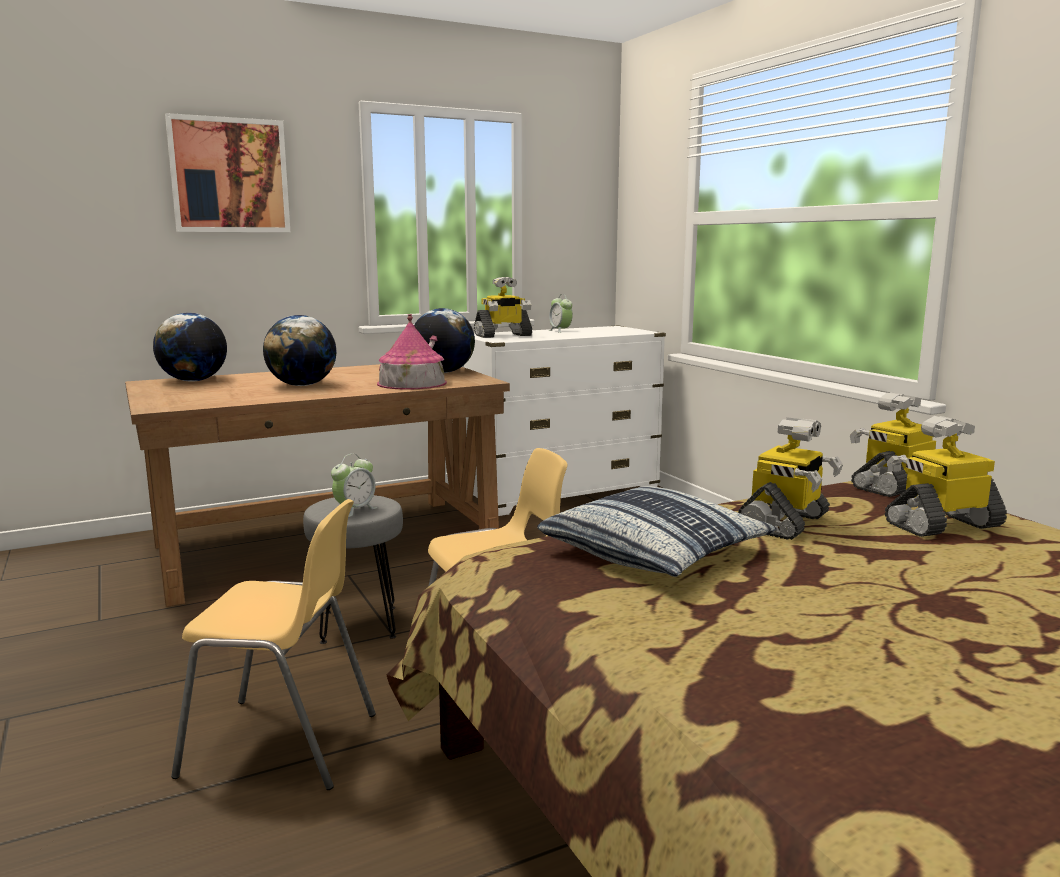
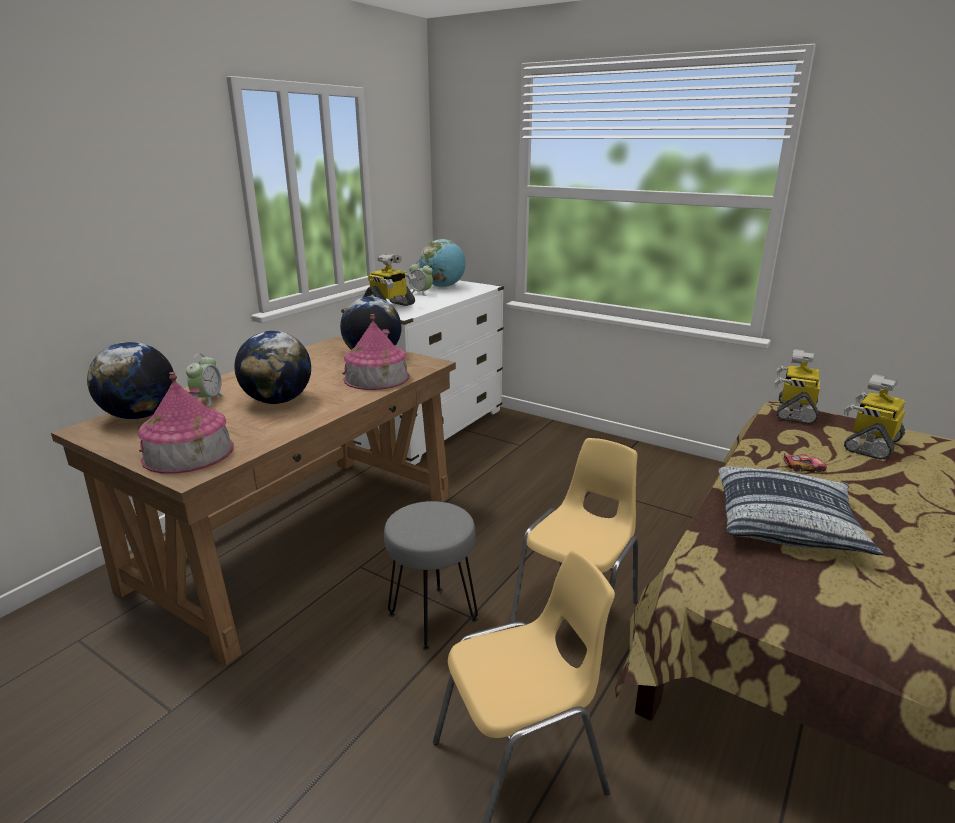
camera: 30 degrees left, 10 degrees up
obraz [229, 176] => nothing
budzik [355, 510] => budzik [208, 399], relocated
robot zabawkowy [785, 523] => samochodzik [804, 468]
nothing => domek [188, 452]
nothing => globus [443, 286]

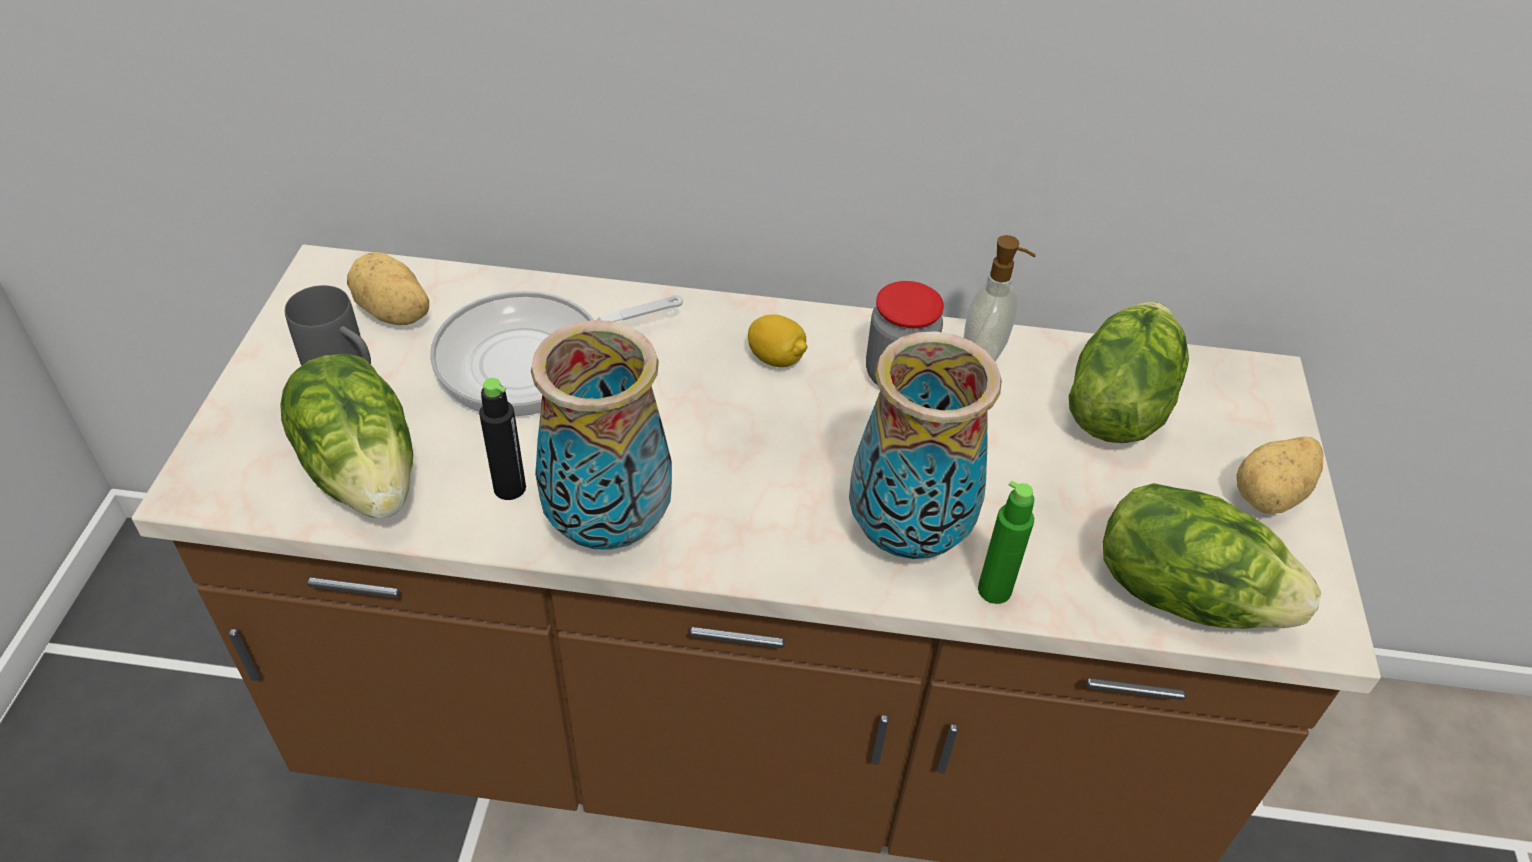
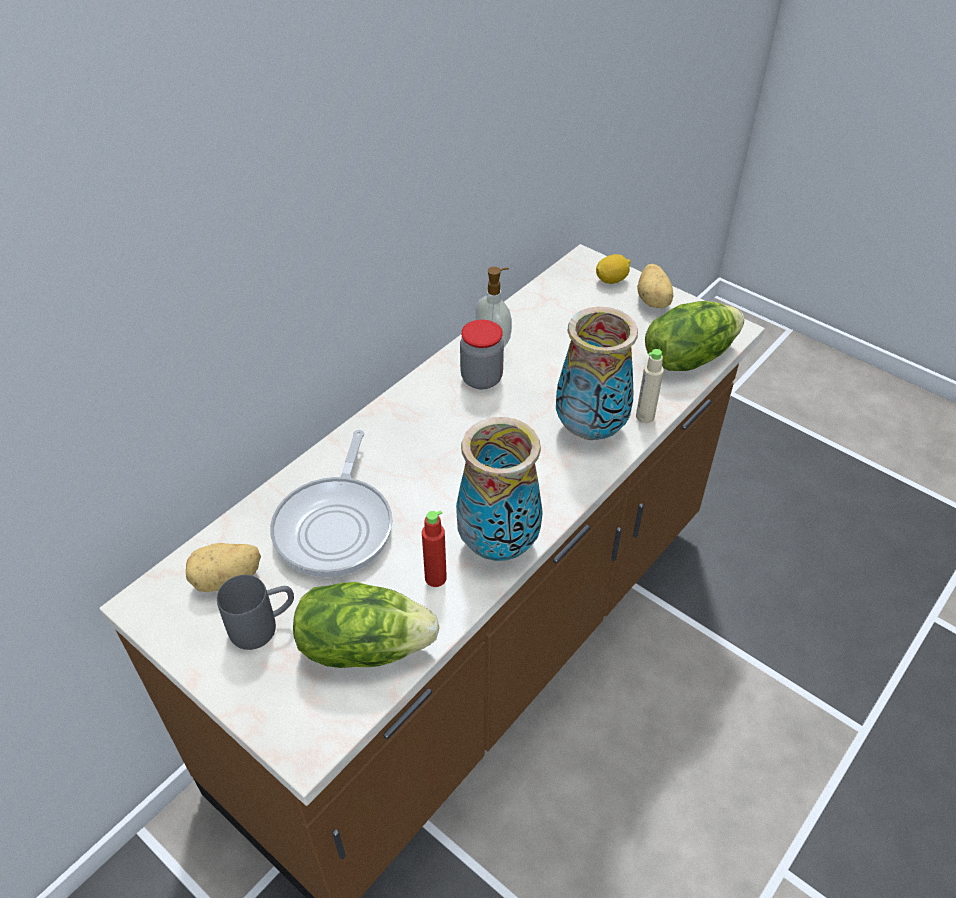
camera: 55 degrees left, 0 degrees up
butelka (czarny) [509, 488] => butelka (czerwony) [435, 578]
cytryna [776, 358] => cytryna [611, 280], relocated
butelka (zielony) [994, 590] => butelka (beżowy) [645, 416]
sałata [1115, 406] => nothing

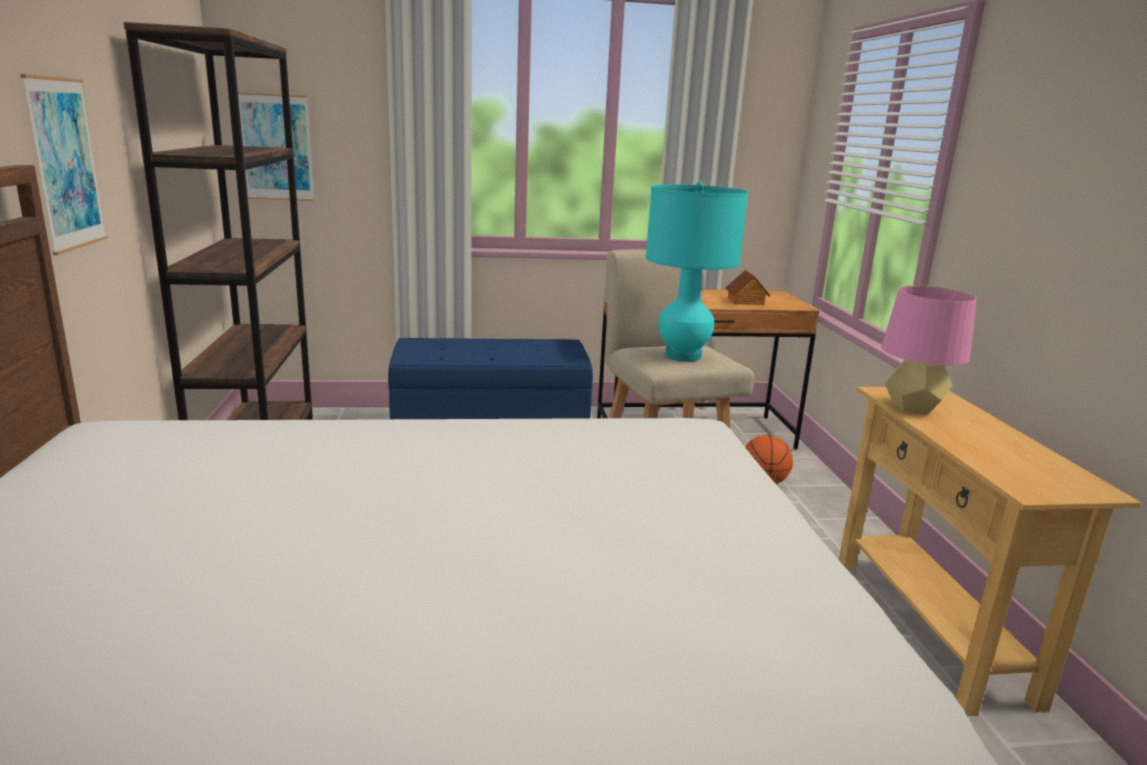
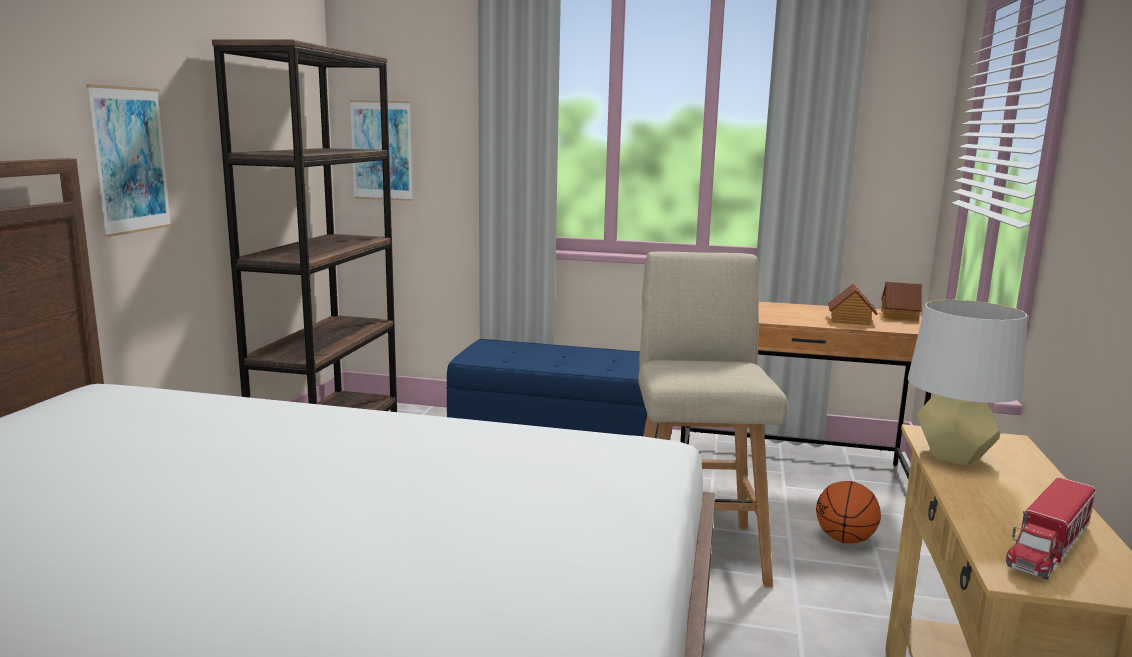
camera: 20 degrees right, 5 degrees down
lampa stołowa (turkusowy) [683, 355] => nothing
lampa stołowa (różowy) [913, 407] => lampa stołowa (szary) [953, 455]
nothing => domek [898, 315]
nothing => ciężarówka zabawkowa [1048, 547]

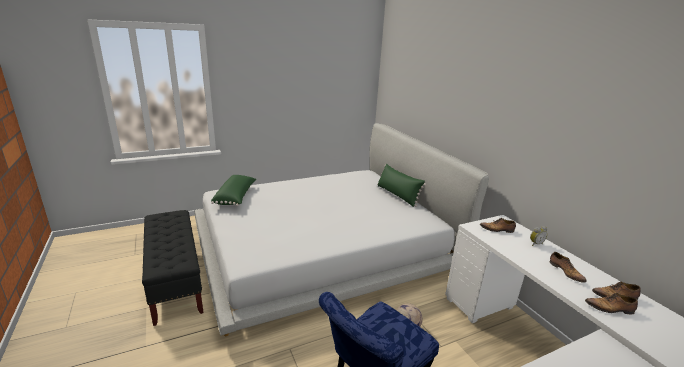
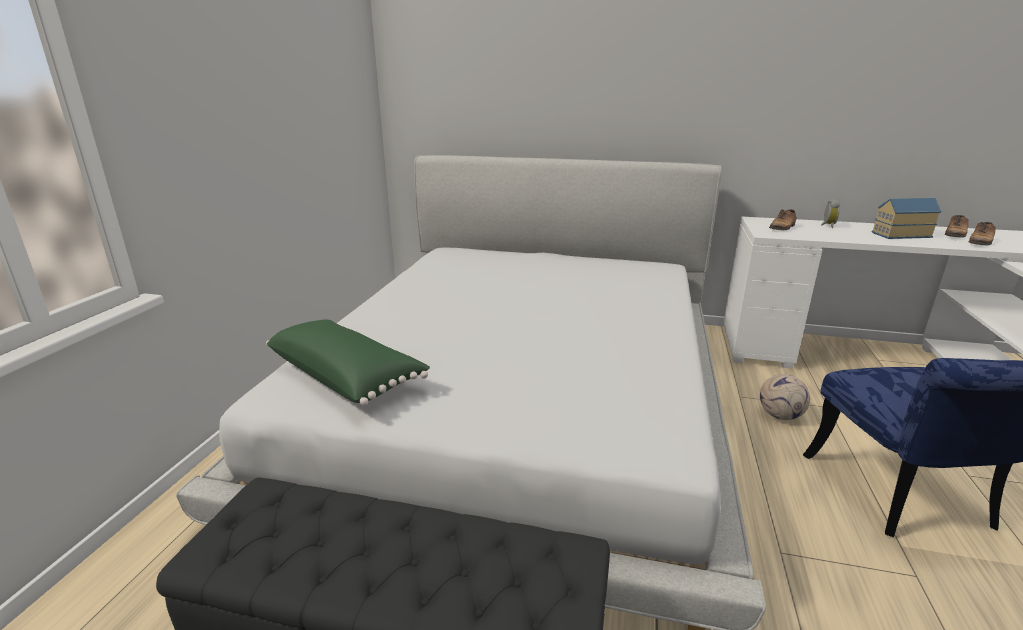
camera: 50 degrees left, 0 degrees up
poduszka (zielony) [397, 195] => nothing
but [565, 272] => domek [899, 234]

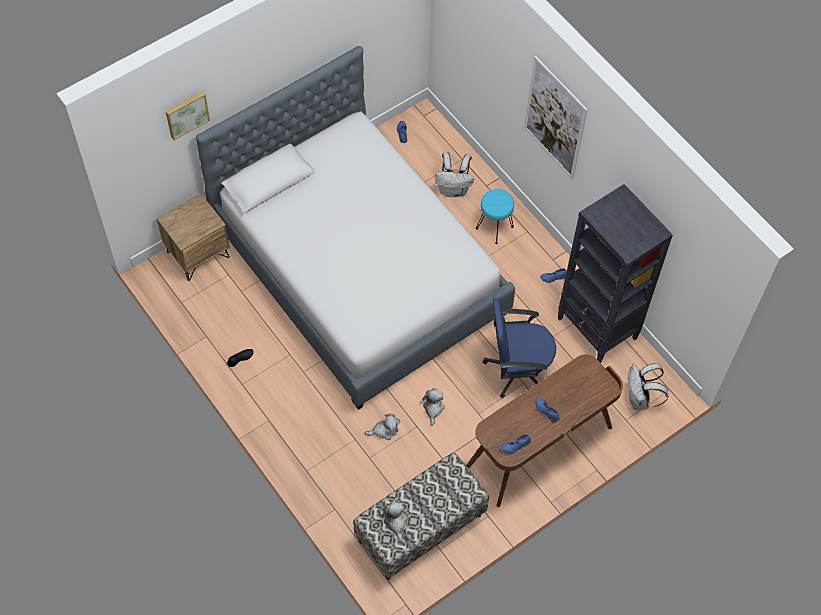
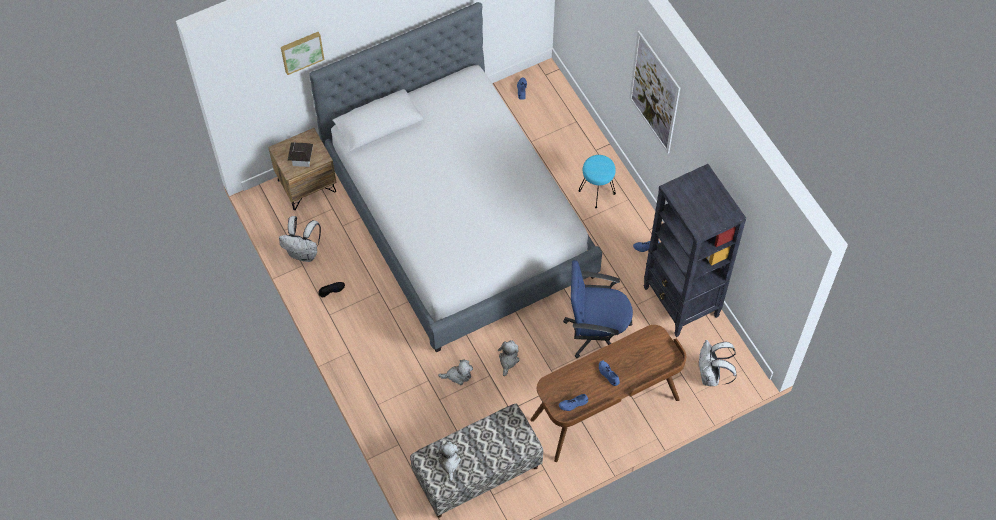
camera: 10 degrees right, 0 degrees up
plecak (biały) [453, 190] => plecak (biały) [304, 253], relocated
nothing => domek [301, 159]

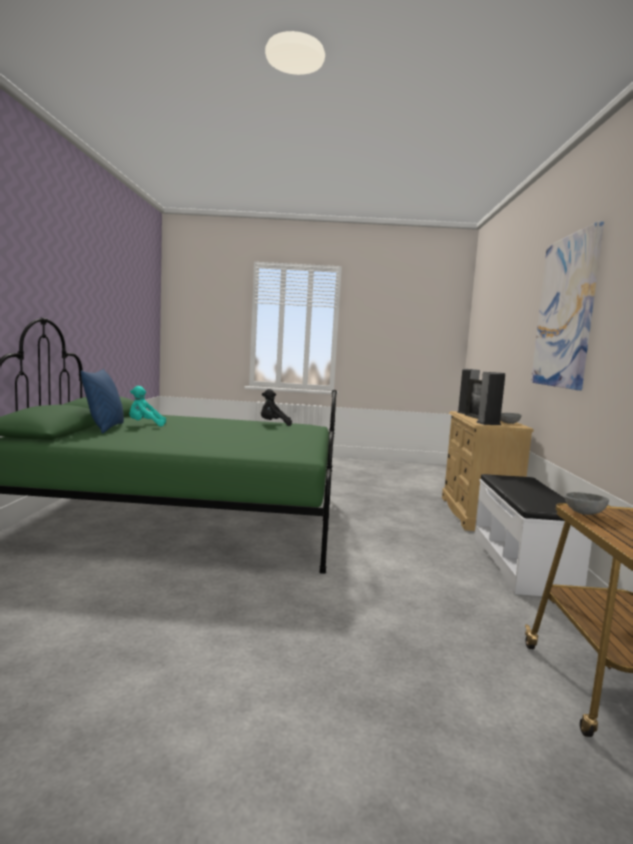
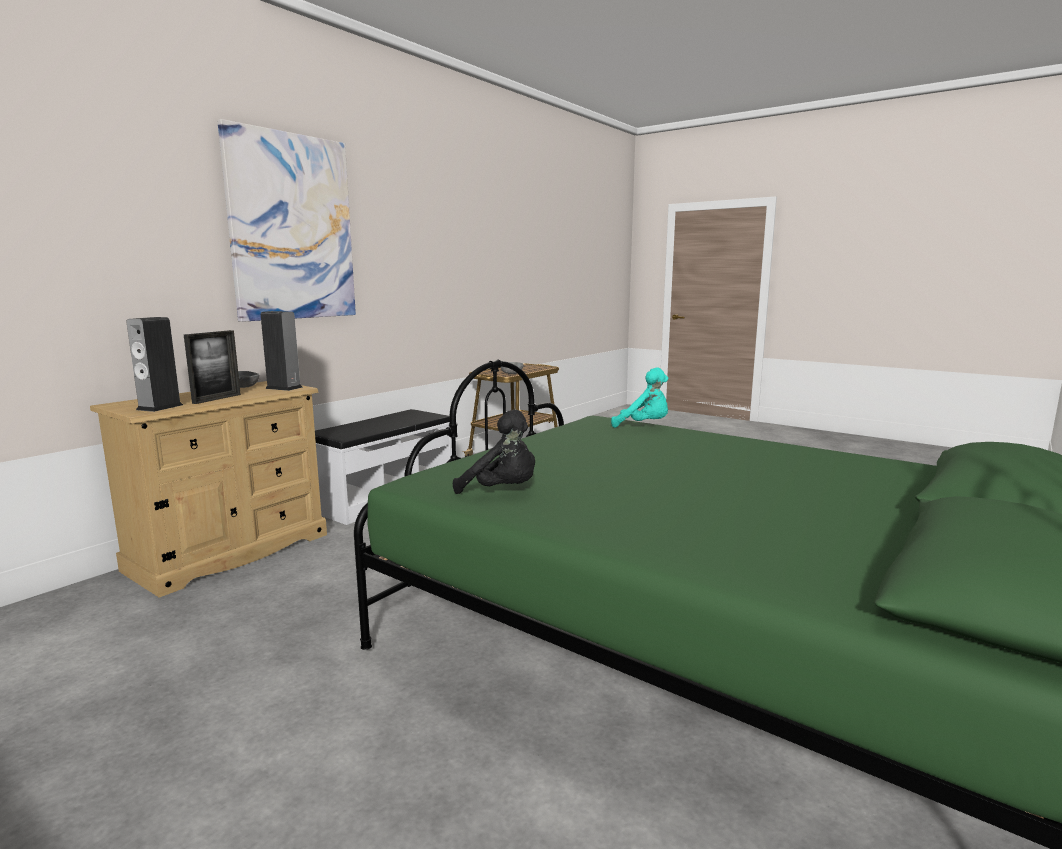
camera: 145 degrees left, 5 degrees up
poduszka (niebieski) [105, 428] => nothing
pluszak (turkusowy) [145, 425] => pluszak (turkusowy) [644, 426], relocated

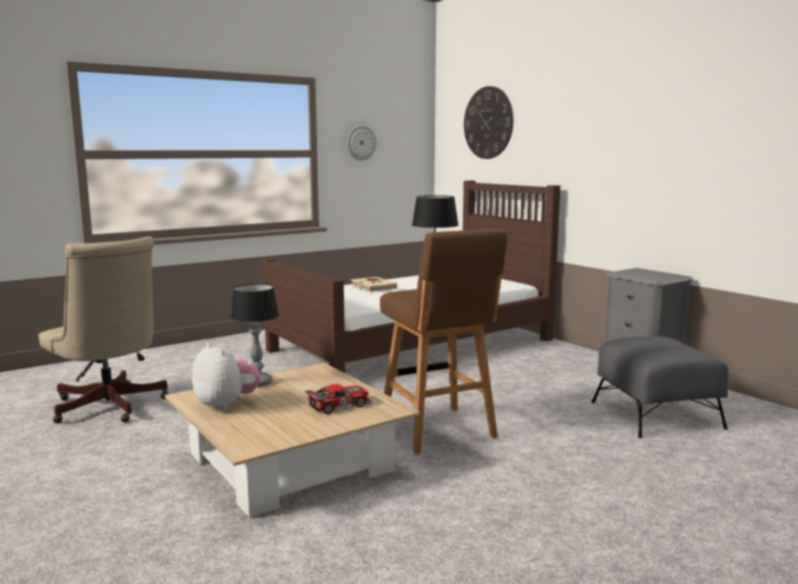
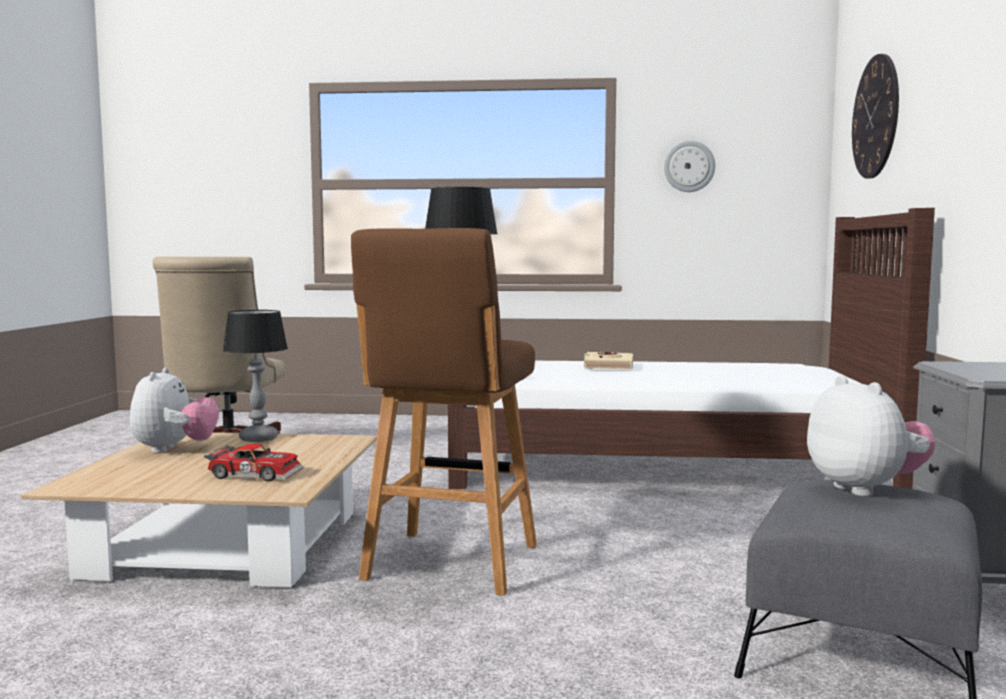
camera: 40 degrees right, 5 degrees down
nothing => pluszak [865, 489]

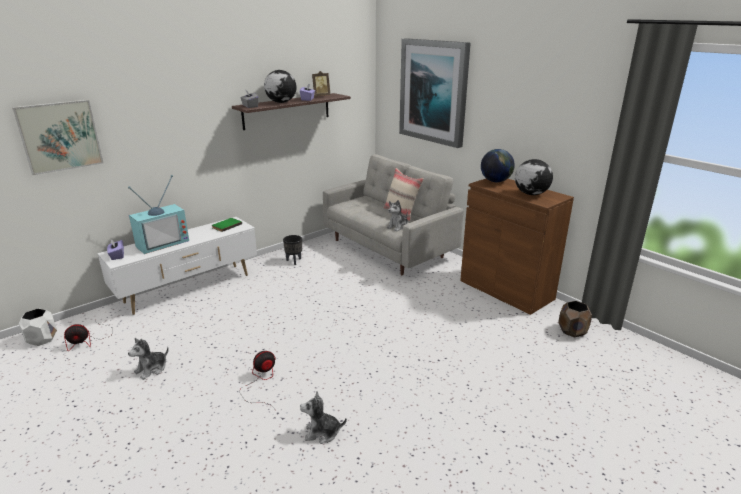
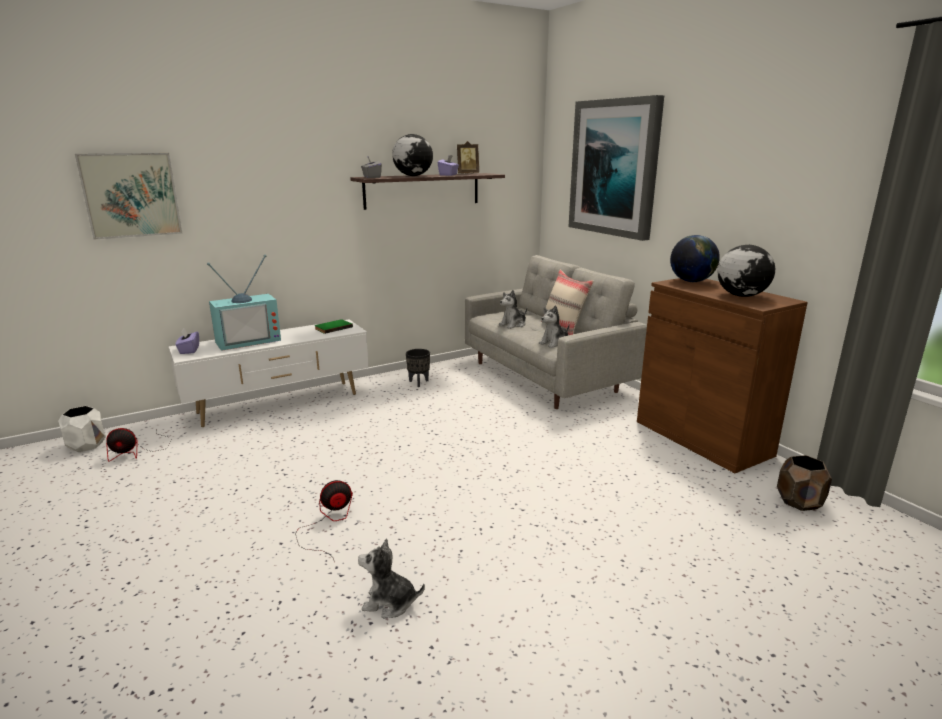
camera: 10 degrees right, 5 degrees down
pluszak [152, 369] => pluszak [513, 324], relocated

